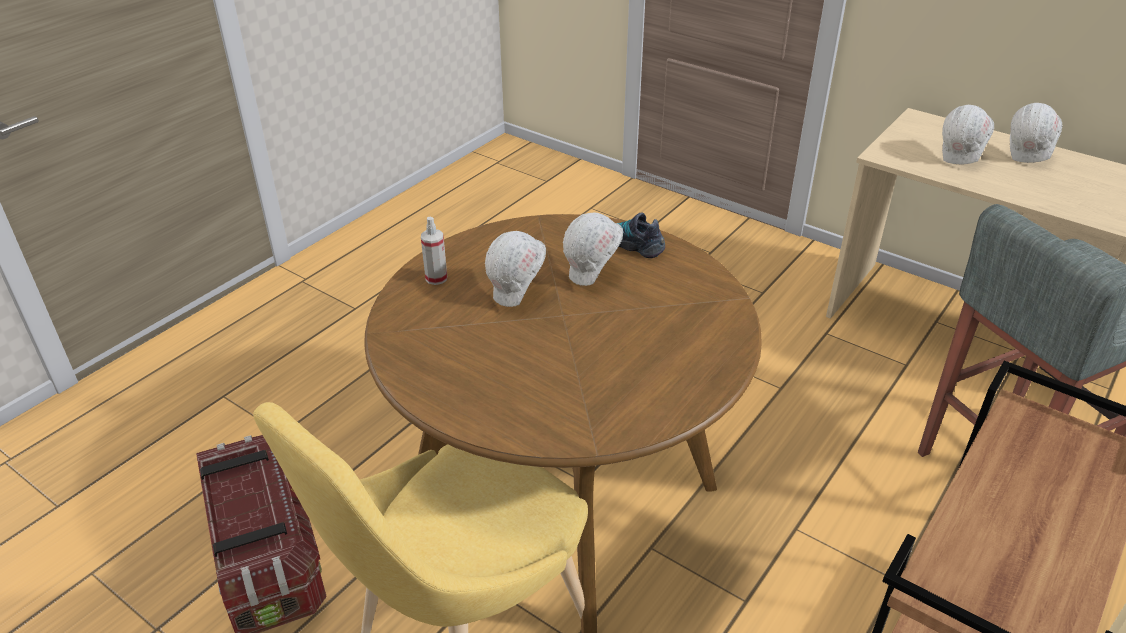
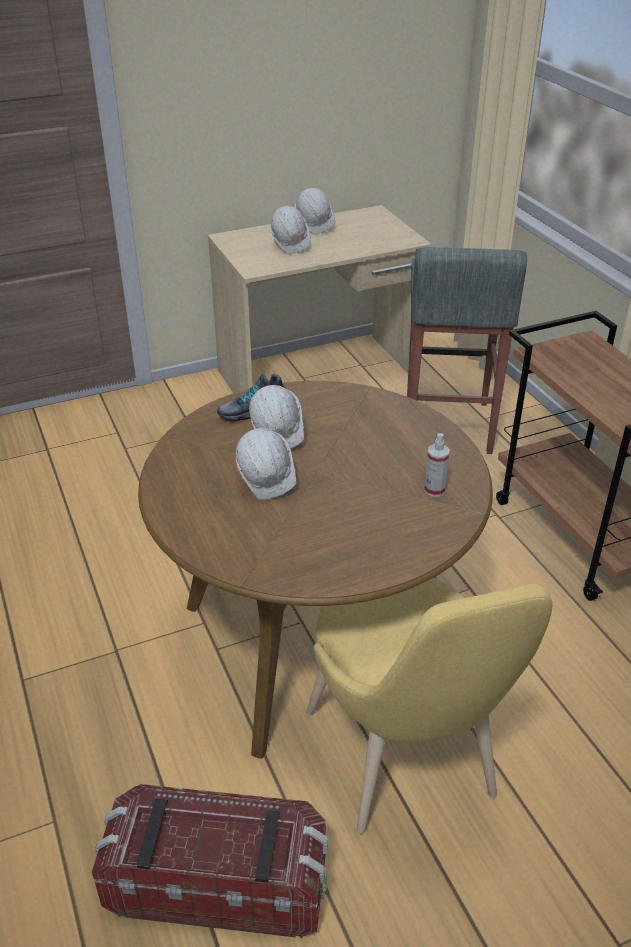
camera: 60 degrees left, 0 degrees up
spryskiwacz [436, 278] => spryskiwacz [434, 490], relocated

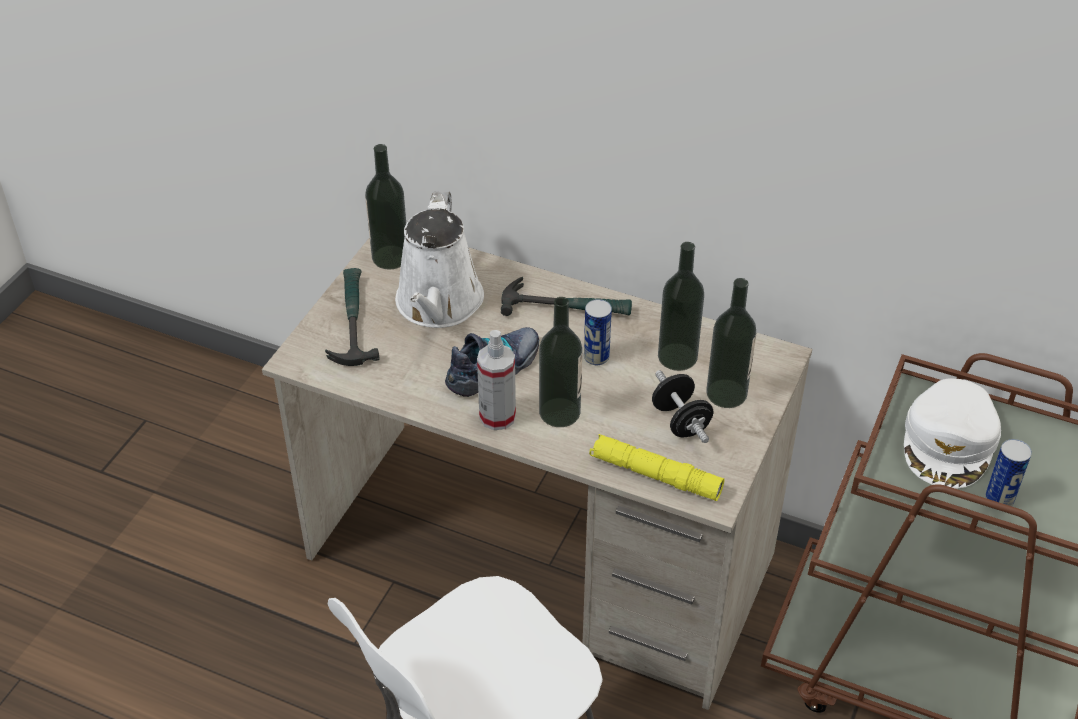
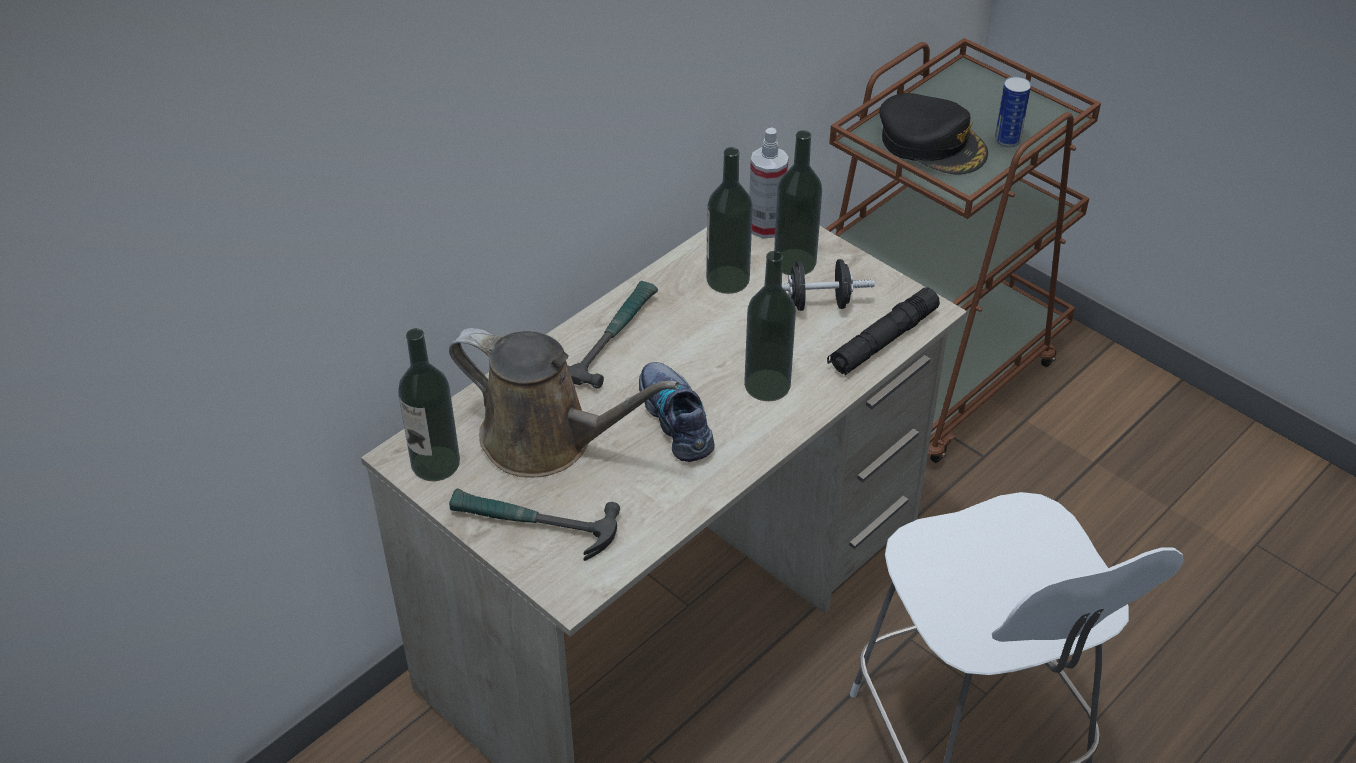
camera: 70 degrees left, 0 degrees up
konewka (biały) [438, 305] => konewka (brązowy) [547, 440]
spryskiwacz [497, 417] => spryskiwacz [766, 226], relocated
puszka [596, 357] => nothing
latarka (żółty) [655, 475] => latarka (czarny) [883, 341]
czapka z daszkiem (biały) [950, 442] => czapka z daszkiem (czarny) [932, 143]

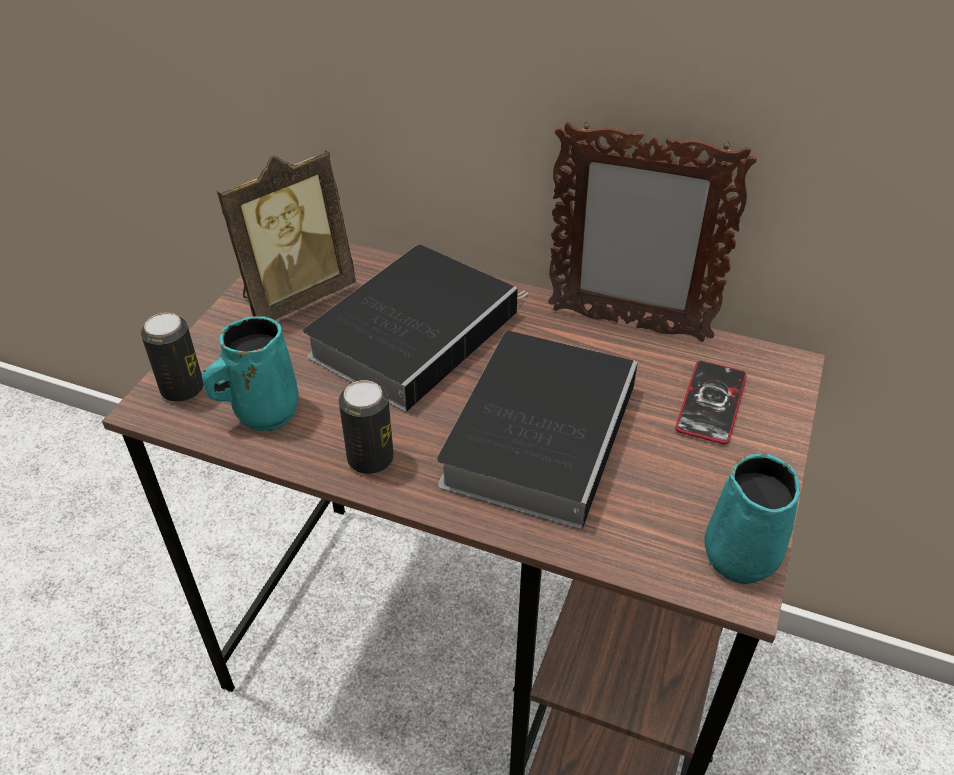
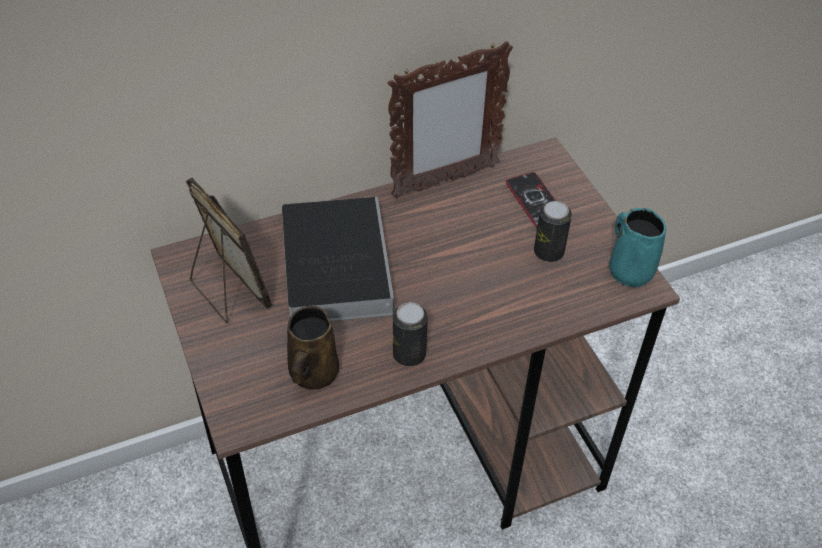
camera: 45 degrees left, 5 degrees up
puszka [182, 389] => puszka [548, 252], relocated
kubek (turkusowy) [263, 412] => kubek (brązowy) [312, 374]
ramka na zdjęcie [295, 296] => ramka na zdjęcie [228, 292], 45 degrees counterclockwise
książka [541, 429] => nothing

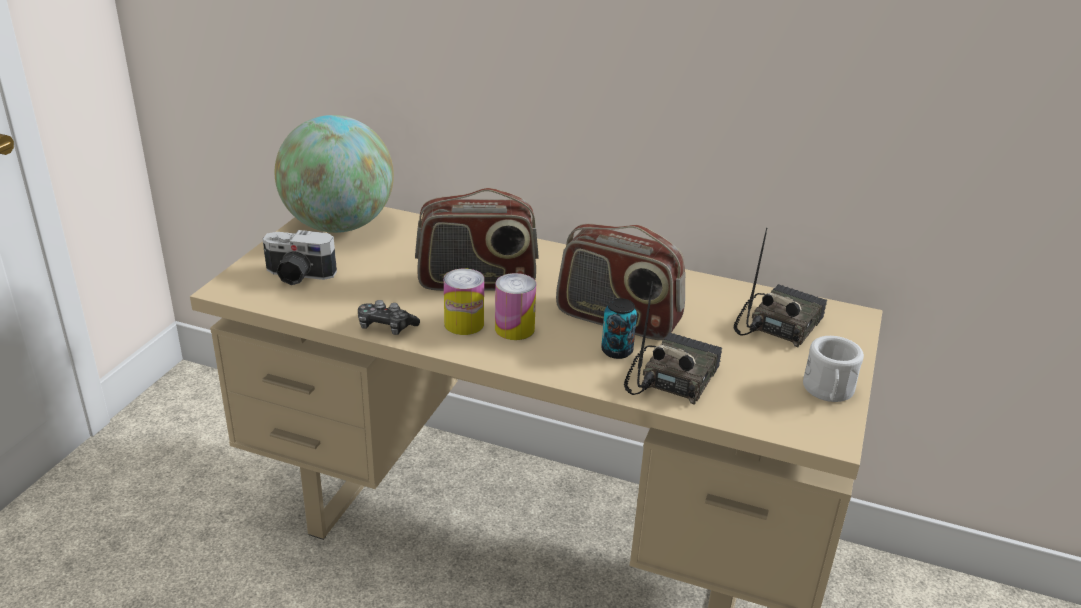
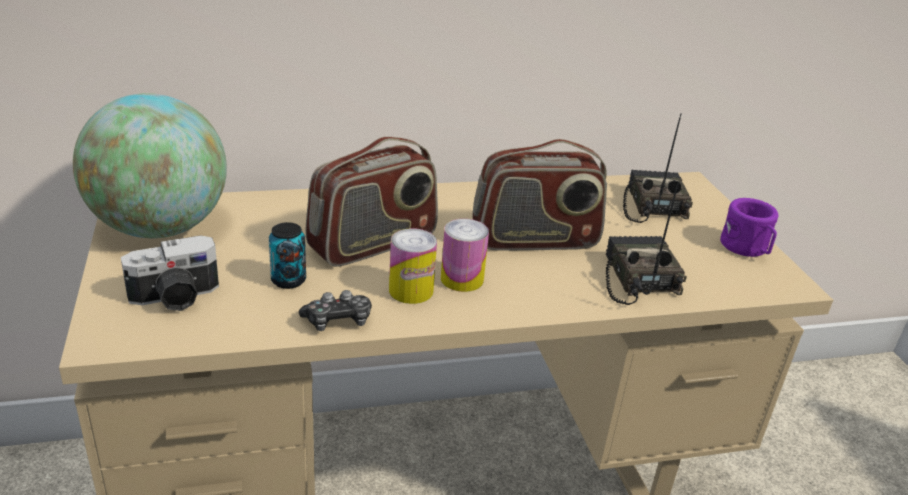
camera: 35 degrees left, 0 degrees up
puszka [617, 351] => puszka [288, 280], relocated
kubek (biały) [828, 391] => kubek (fioletowy) [747, 248]

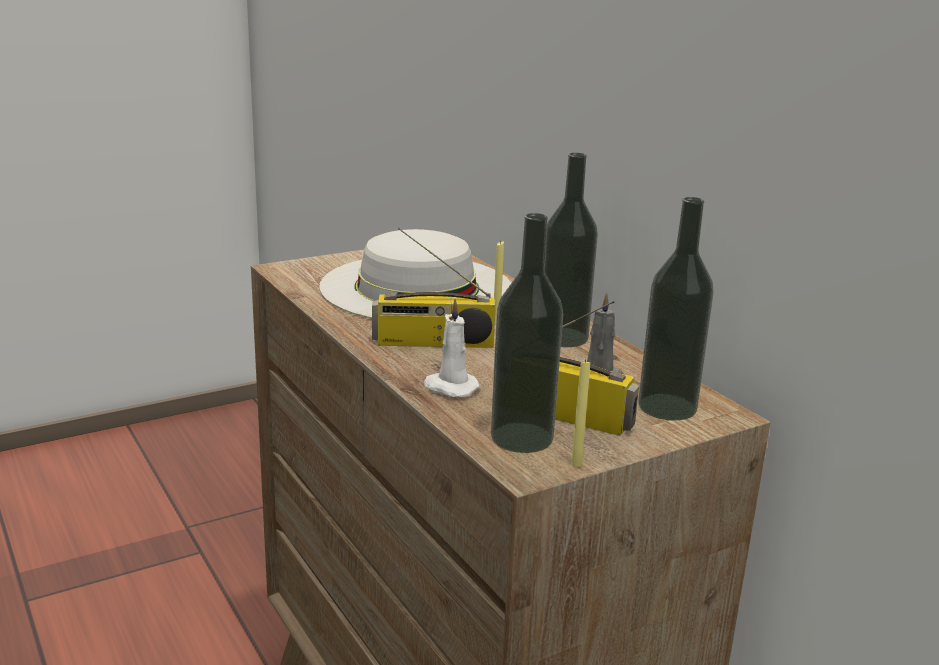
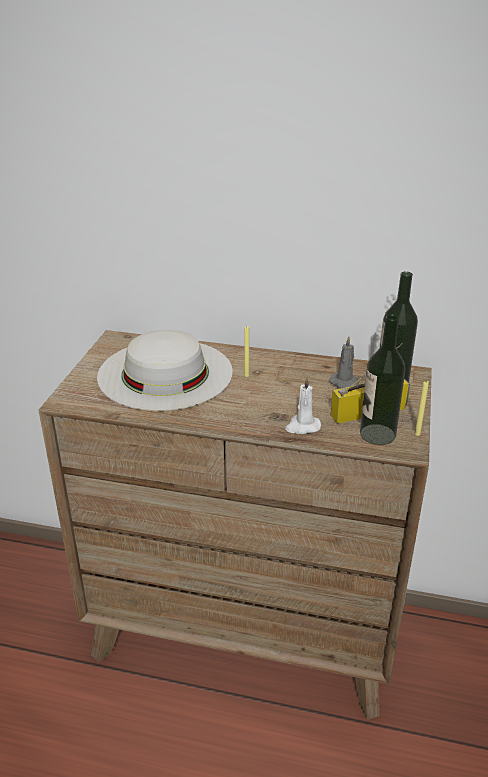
camera: 45 degrees left, 10 degrees up
radio [432, 343] => nothing
butelka [563, 337] => nothing

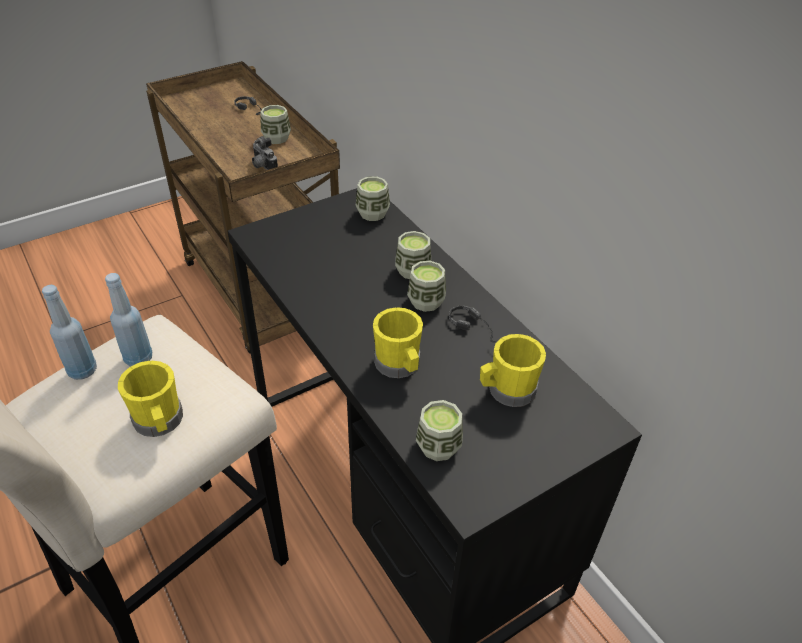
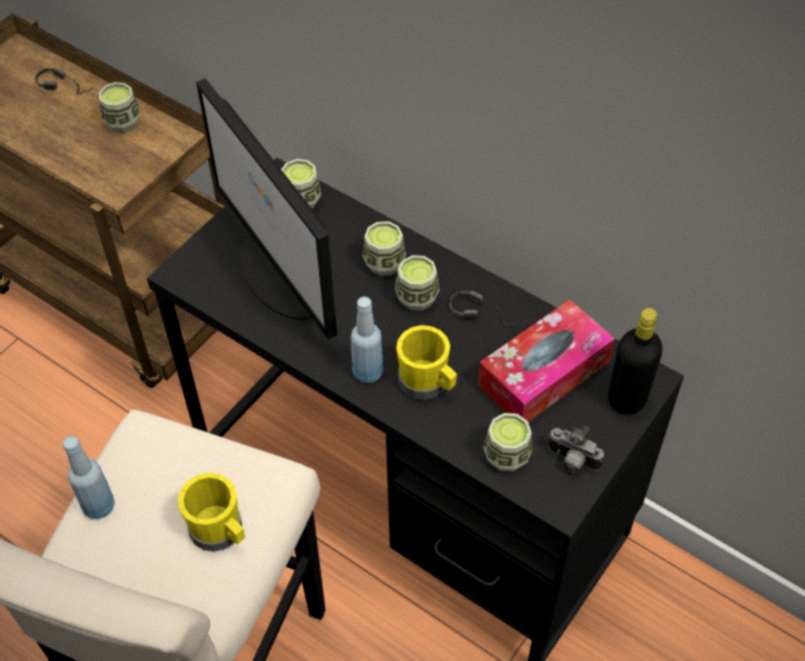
camera: 20 degrees left, 10 degrees up
butelka (niebieski) [138, 358] => butelka (niebieski) [368, 372], relocated
aparat fotograficzny [263, 167] => aparat fotograficzny [571, 461], relocated
kubek (żółty) [507, 391] => pudełko chusteczek [544, 374]
nothing => monitor [283, 275]
nothing => butelka (czarny) [627, 399]

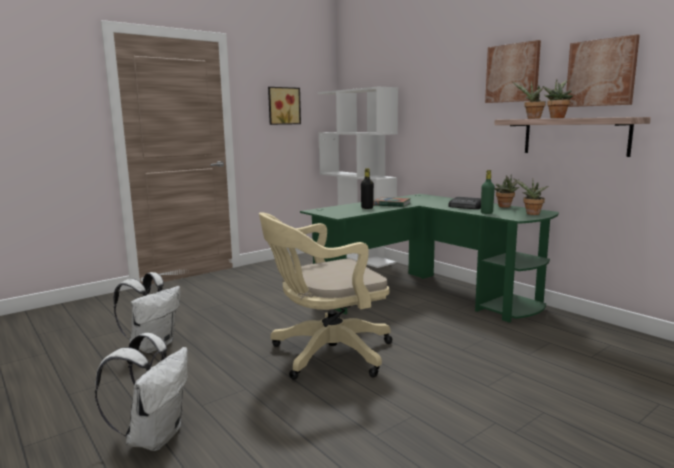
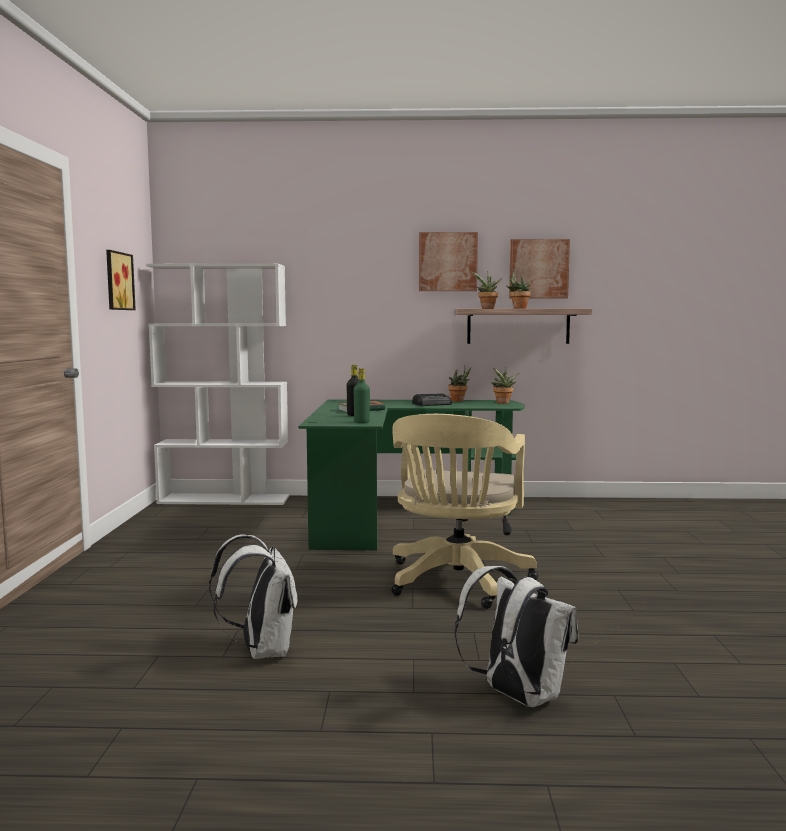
camera: 50 degrees left, 5 degrees down
butelka (zielony) [486, 213] => butelka (zielony) [361, 422], relocated

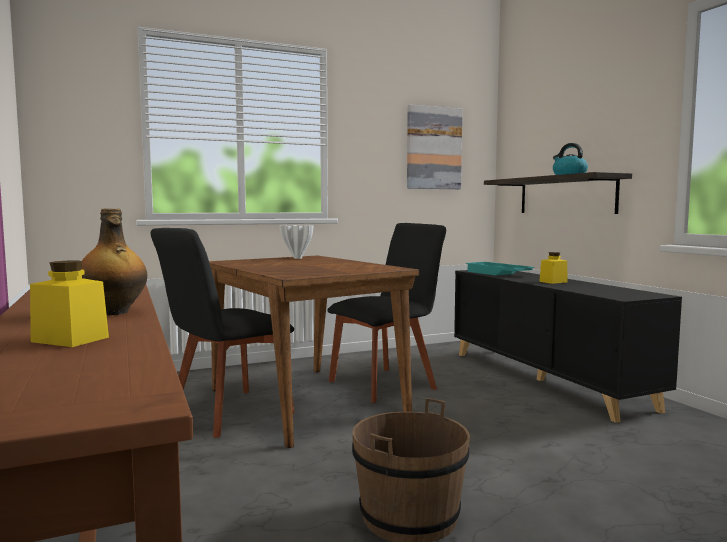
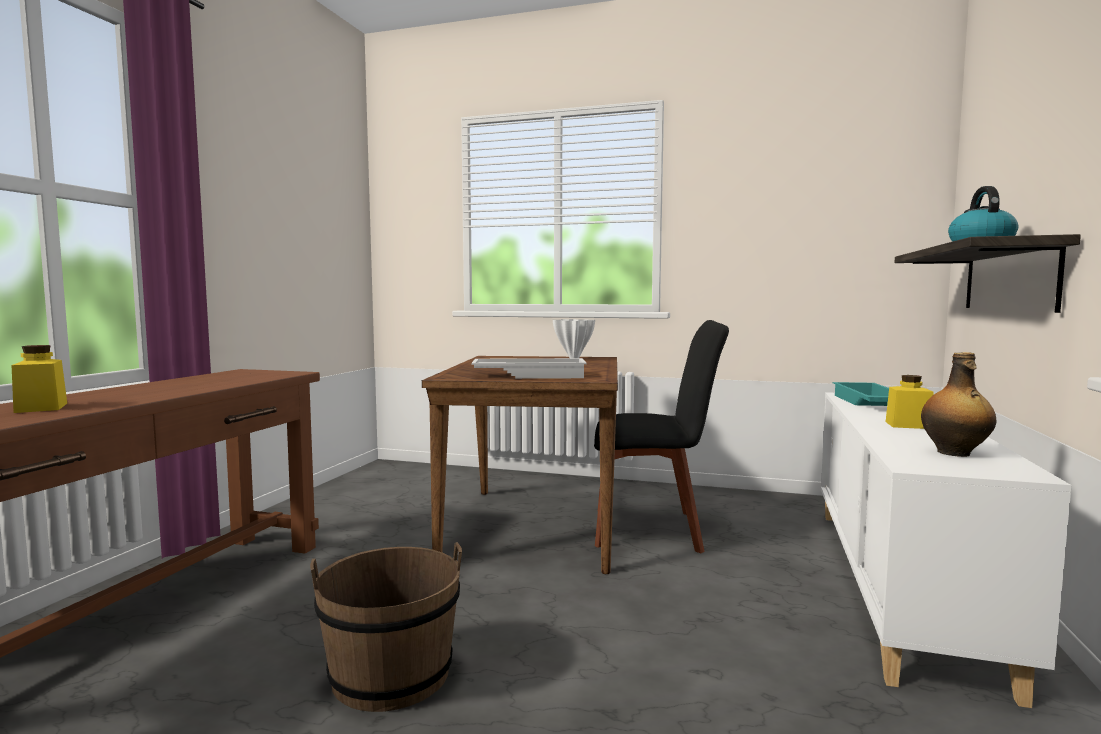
camera: 40 degrees right, 0 degrees up
butelka [113, 312] => butelka [954, 453], relocated
krzesło (czarny) [226, 413] => nothing
obraz [433, 148] => nothing
szafka (czarny) [546, 379] => szafka (biały) [898, 585]
nothing => taca (biały) [530, 375]

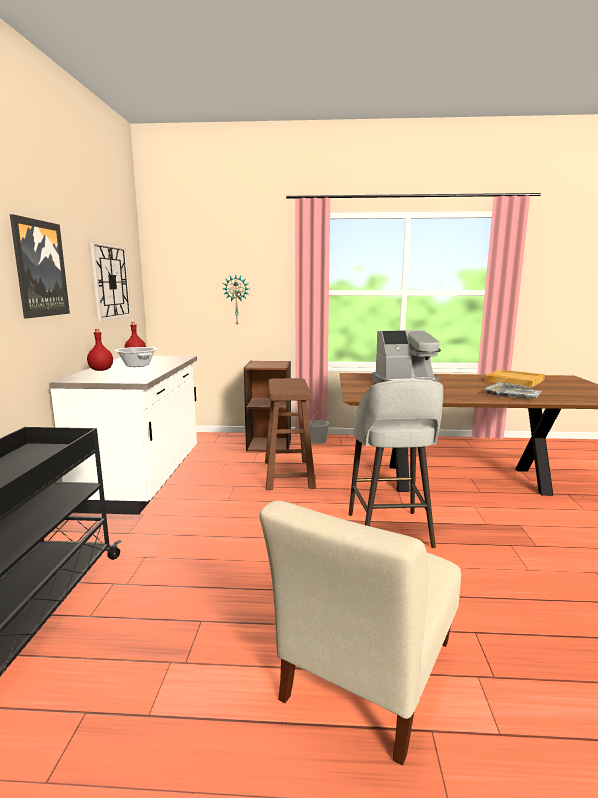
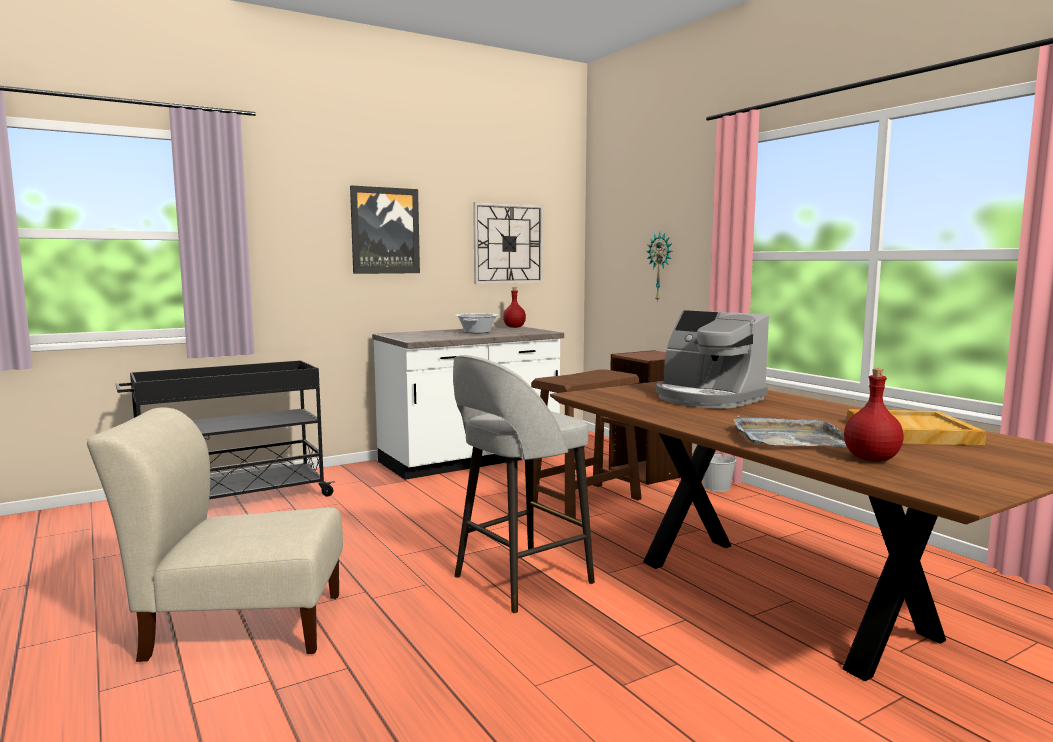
camera: 55 degrees right, 5 degrees down
butelka (czerwony) [101, 370] => butelka (czerwony) [871, 459], relocated

